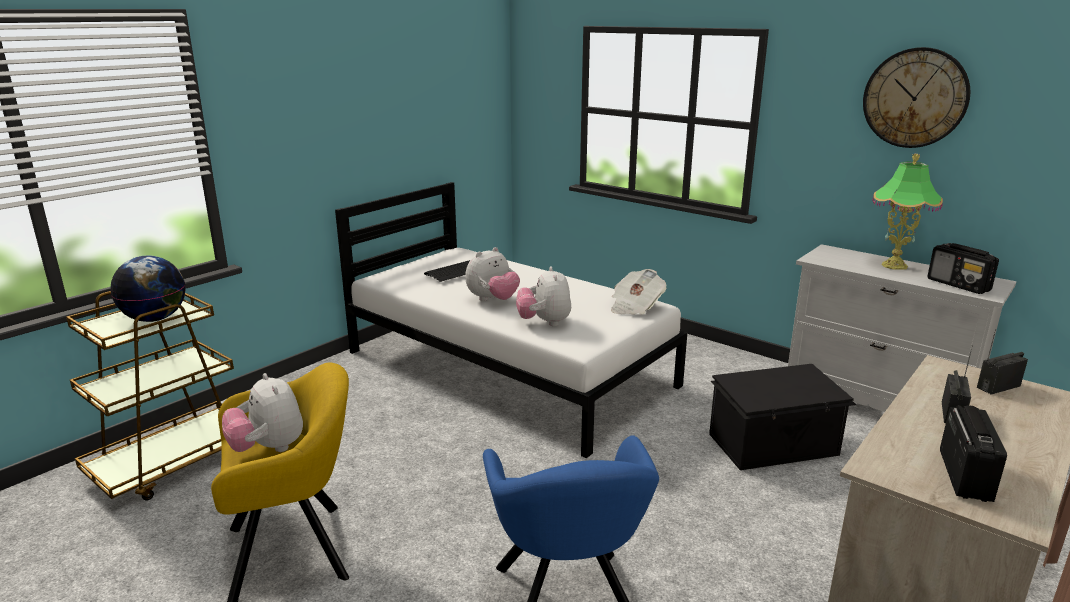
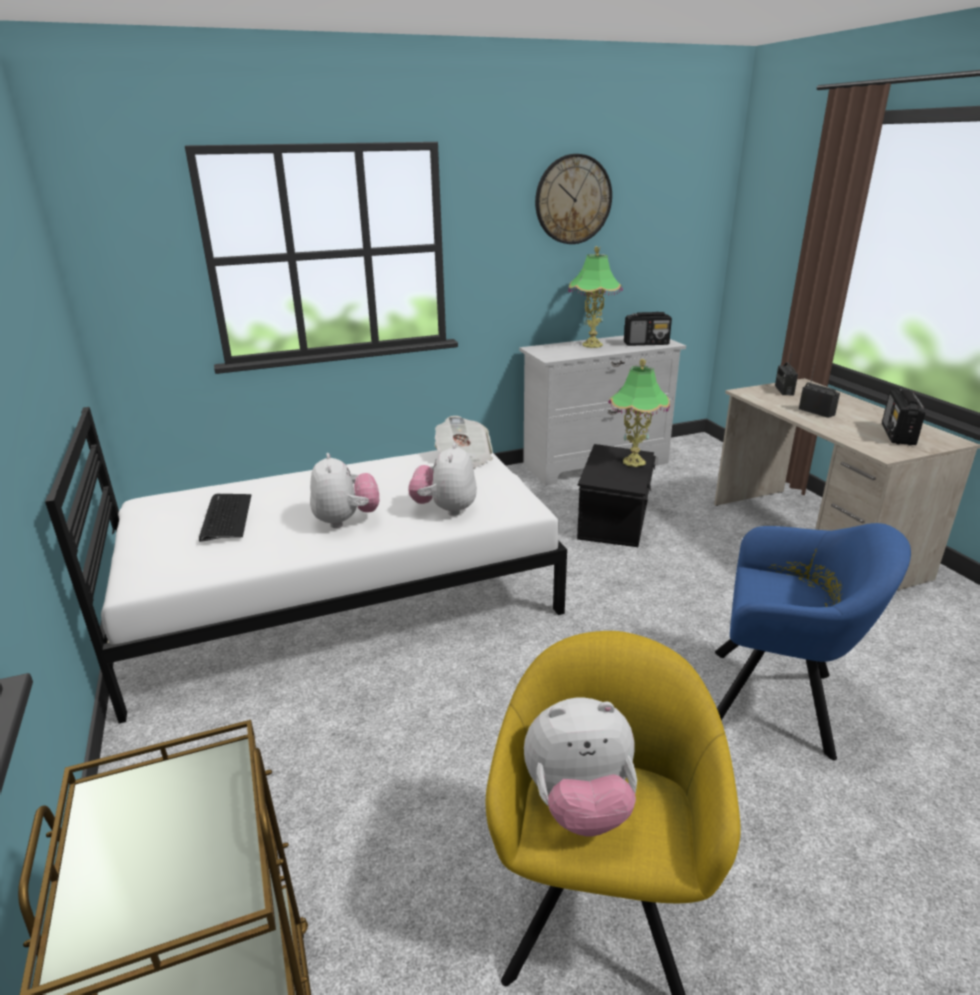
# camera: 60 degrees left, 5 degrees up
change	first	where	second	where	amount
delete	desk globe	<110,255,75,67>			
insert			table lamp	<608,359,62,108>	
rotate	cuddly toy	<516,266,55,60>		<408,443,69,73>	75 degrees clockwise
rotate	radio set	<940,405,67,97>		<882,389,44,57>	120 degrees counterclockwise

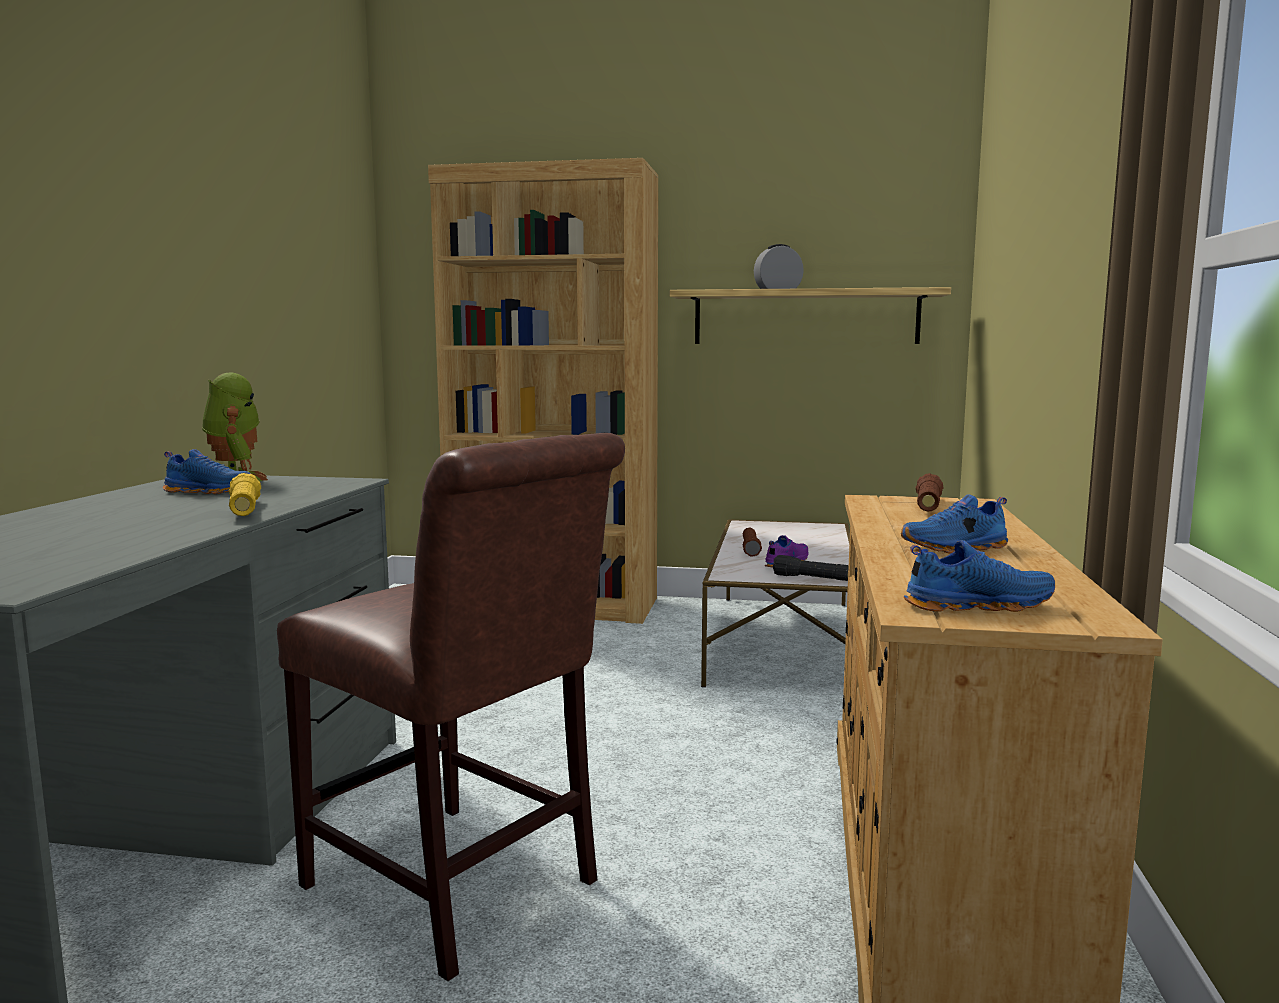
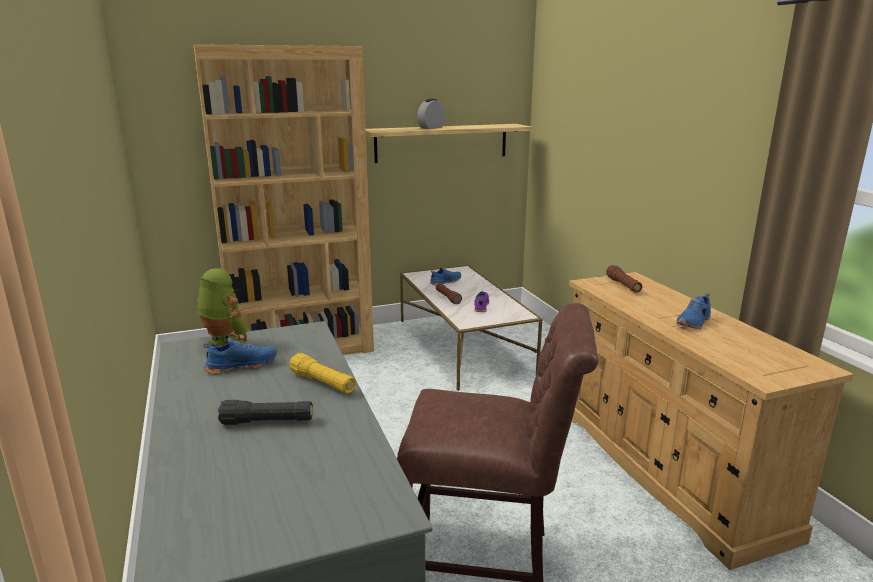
# camera: 30 degrees left, 10 degrees up
change	first	where	second	where	amount
move	torch (black-coloured)	<773,555,76,26>		<218,400,95,25>	
move	shoe (blue-coloured)	<904,540,151,72>		<430,268,31,17>	

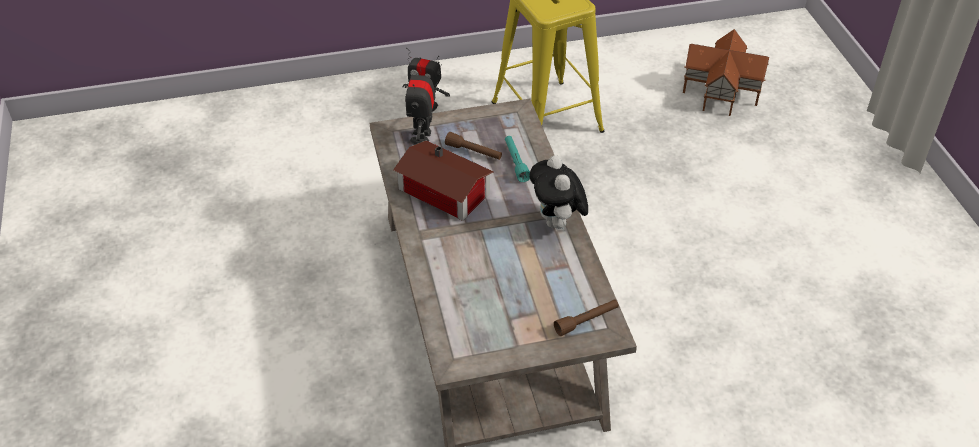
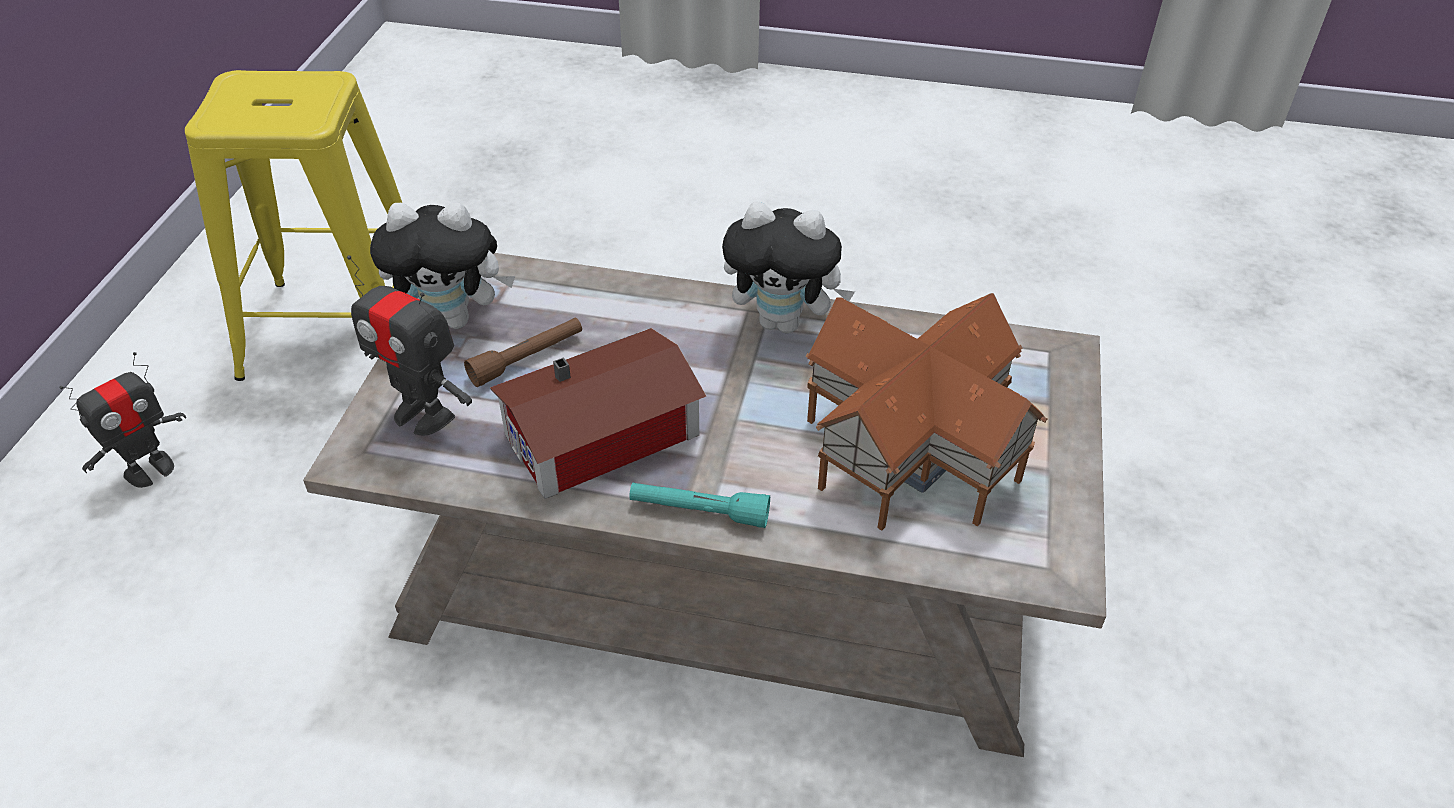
# camera: 65 degrees left, 0 degrees up
change	first	where	second	where	amount
delete	torch (brown)	<554,299,65,37>			
insert			cuddly toy	<370,202,145,127>	
move	torch (blue-green)	<505,136,25,46>		<629,483,141,45>	
move	miniature house	<683,29,86,87>		<805,293,242,238>	

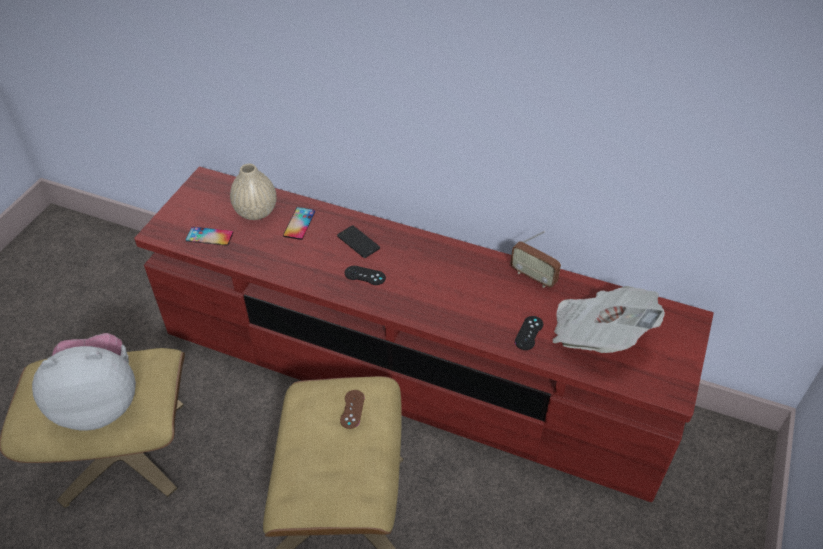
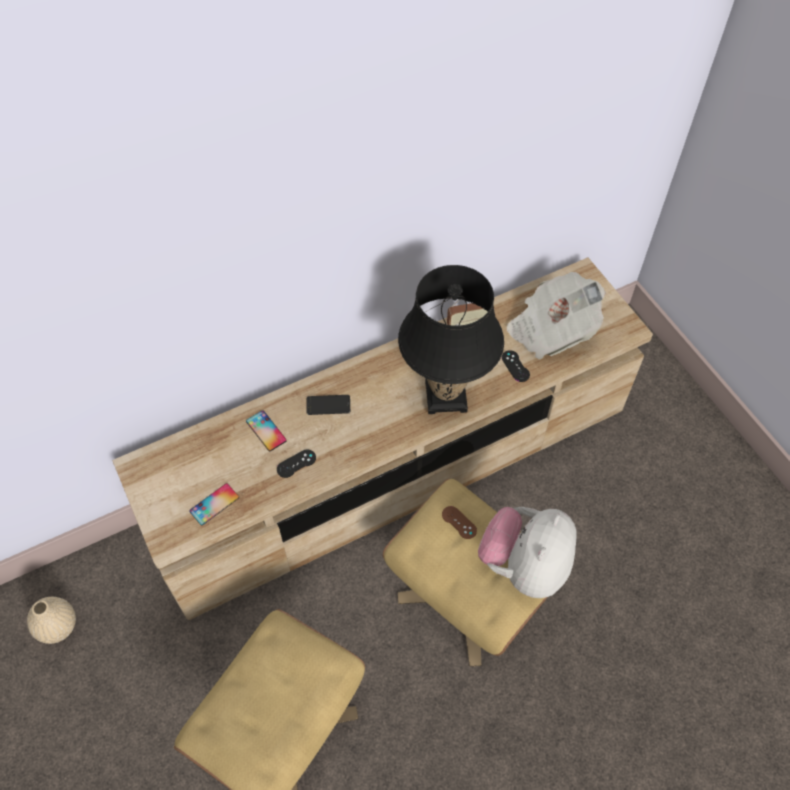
# camera: 50 degrees left, 10 degrees up
change	first	where	second	where	amount
insert			table lamp (black-coloured)	<398,265,106,149>	
move	cuddly toy	<32,333,104,98>		<478,507,98,91>	
move	flower vase (beige)	<230,164,46,56>		<27,597,49,47>	
move	game controller (black-coloured)	<345,266,41,19>		<277,450,39,28>	
recolor	tv stand (reddish)	<134,166,580,336>	tv stand (beige)	<112,257,541,363>	

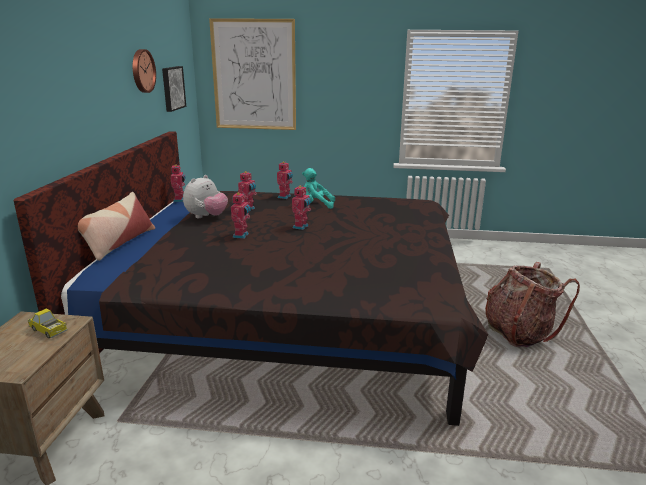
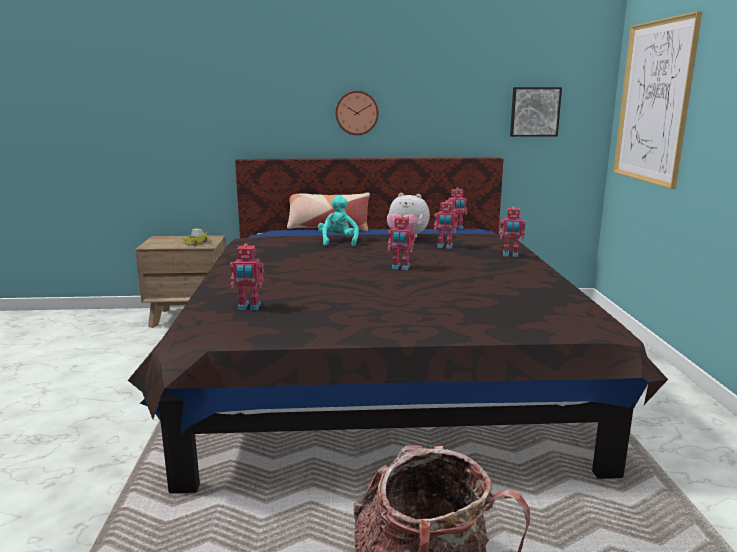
# camera: 80 degrees right, 5 degrees down
change	first	where	second	where	amount
move	hanging clock	<133,49,23,44>		<335,91,44,44>	
move	model robot	<231,192,19,47>		<230,244,35,66>	
move	cuddly toy (blue-green)	<302,168,33,41>		<318,196,41,51>	

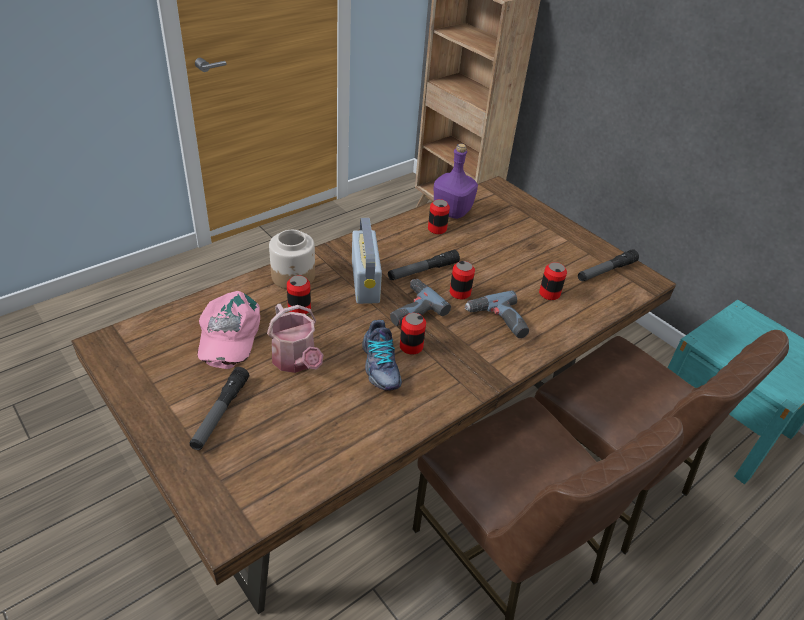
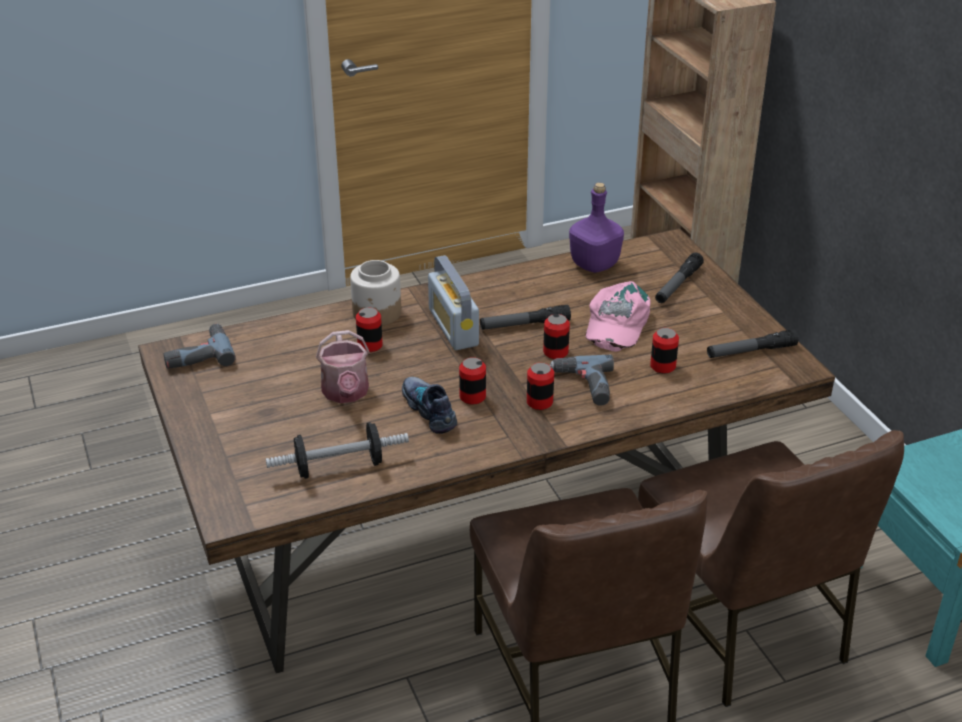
# camera: 20 degrees right, 5 degrees down
change	first	where	second	where	amount
insert			dumbbell	<266,422,143,57>	
move	torch	<189,367,60,83>		<655,252,49,51>	
move	cap (pink-coloured)	<197,291,63,78>		<585,281,66,70>	
move	drill	<390,279,61,47>		<163,324,73,45>	
move	can	<428,199,22,35>		<527,363,27,47>	
rotate	radio set	<352,218,30,86>		<428,255,51,95>	150 degrees clockwise
rotate	shoe	<362,320,40,71>		<402,377,55,57>	150 degrees clockwise

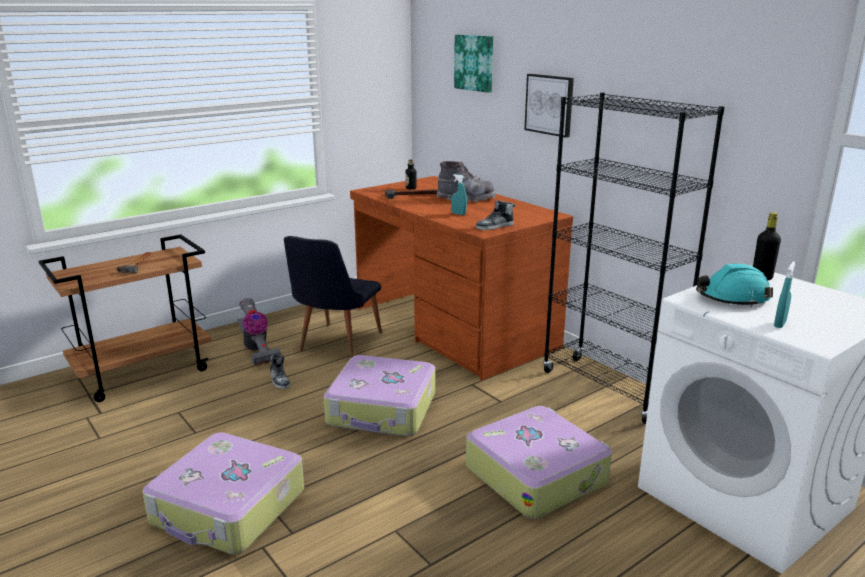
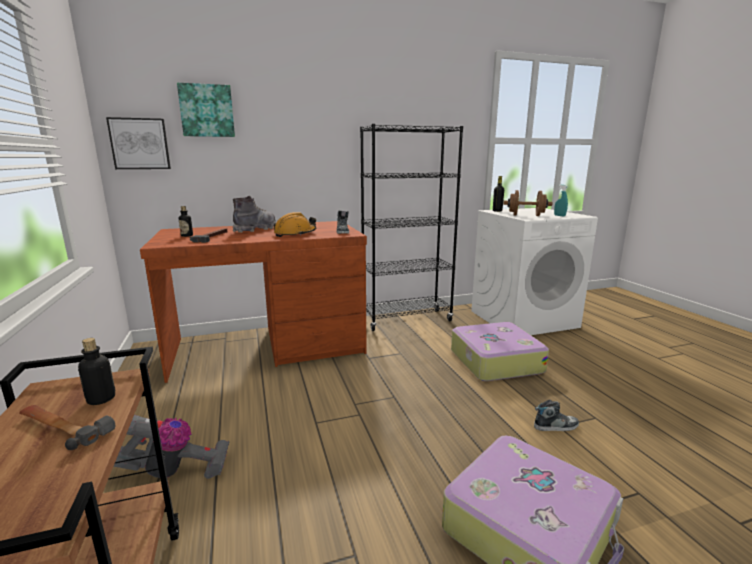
# camera: 70 degrees left, 5 degrees down
change	first	where	second	where	amount
delete	chair (black-coloured)	<284,236,98,122>			
delete	suitcase	<324,355,111,81>			
insert			beverage bottle	<78,338,38,67>	
move	shoe	<270,354,20,35>		<534,400,45,31>	
move	wall picture	<524,74,50,64>		<106,117,65,52>	
replace	sprayer (blue-green)	<451,174,16,41>	hard hat (orangey)	<274,212,42,25>	
replace	hard hat (blue-green)	<696,264,77,43>	dumbbell (brown)	<503,190,50,26>	

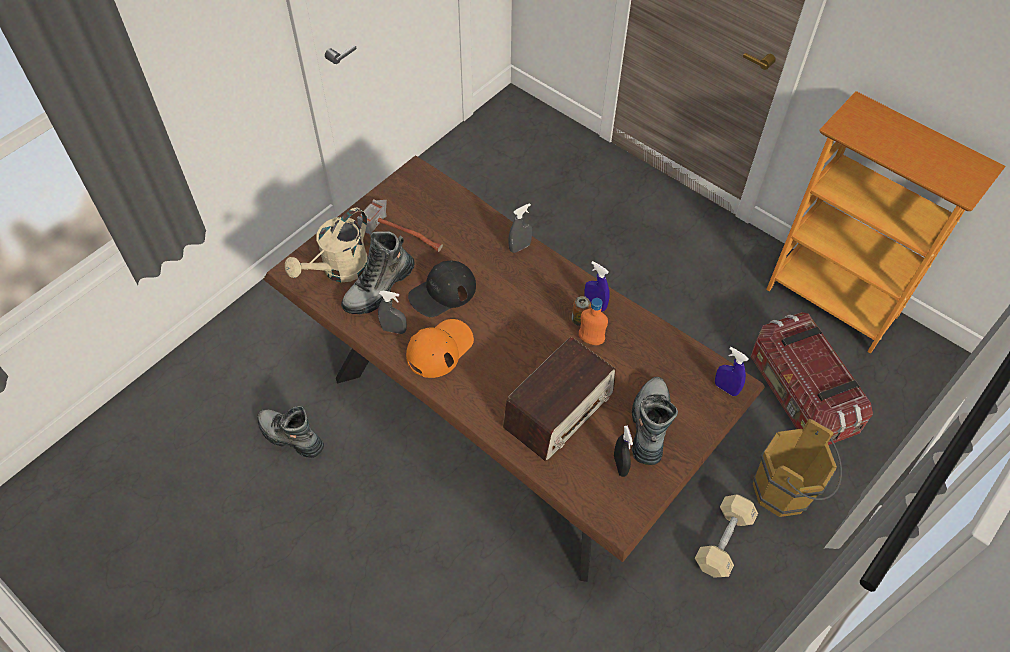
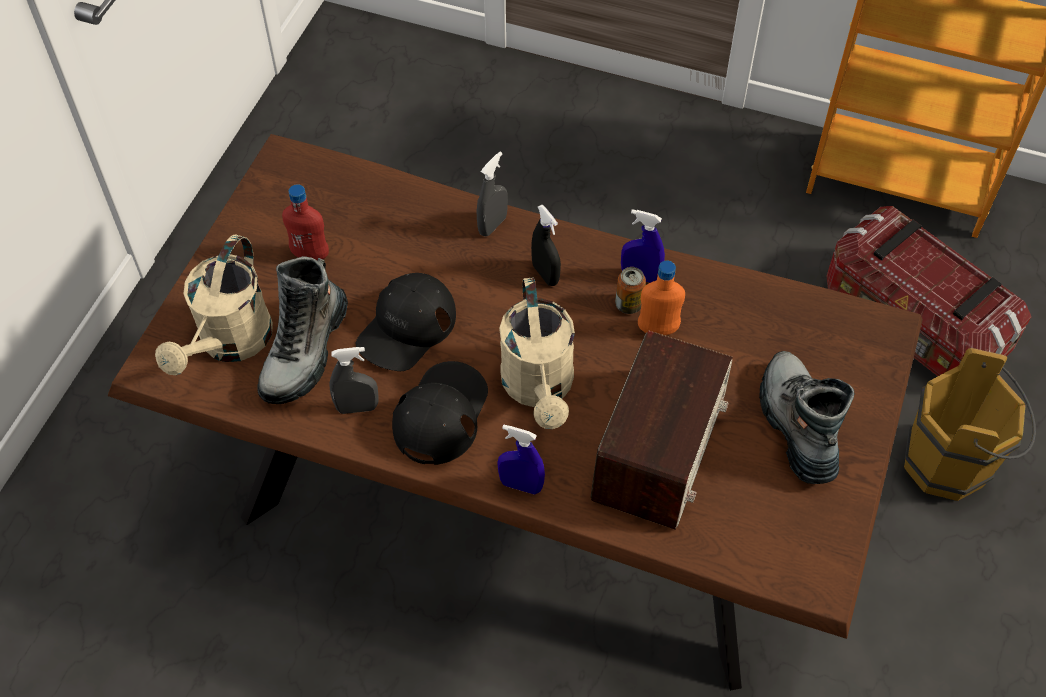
# camera: 20 degrees left, 0 degrees up
change	first	where	second	where	amount
delete	tall boot	<257,406,67,52>			
delete	dumbbell (beige)	<695,494,63,83>			
insert			watering can (beige)	<499,277,76,152>	
move	sprayer (black-coloured)	<614,425,19,52>		<531,205,30,81>	
move	sprayer (blue-coloured)	<715,347,34,49>		<497,425,48,69>	
replace	tool hammer	<357,199,86,53>	beverage bottle (reddish)	<282,184,47,77>	
recolor	cap (orangey)	<406,319,68,59>	cap (black-coloured)	<392,361,96,104>	

